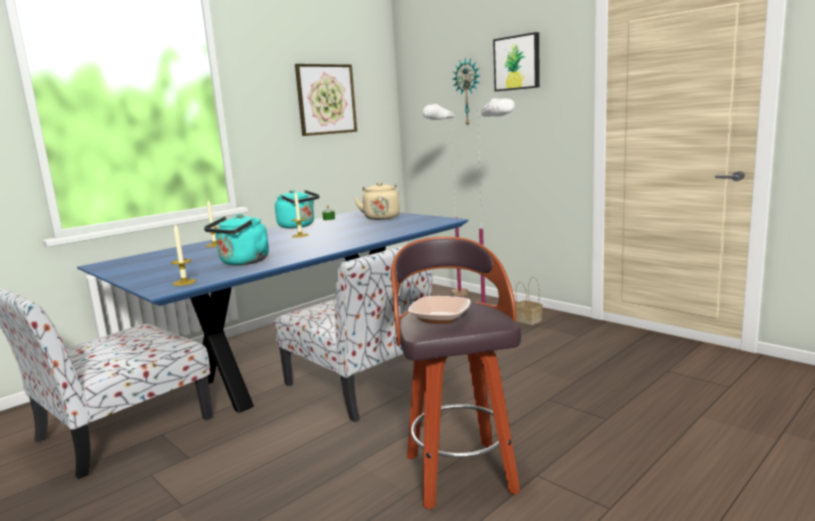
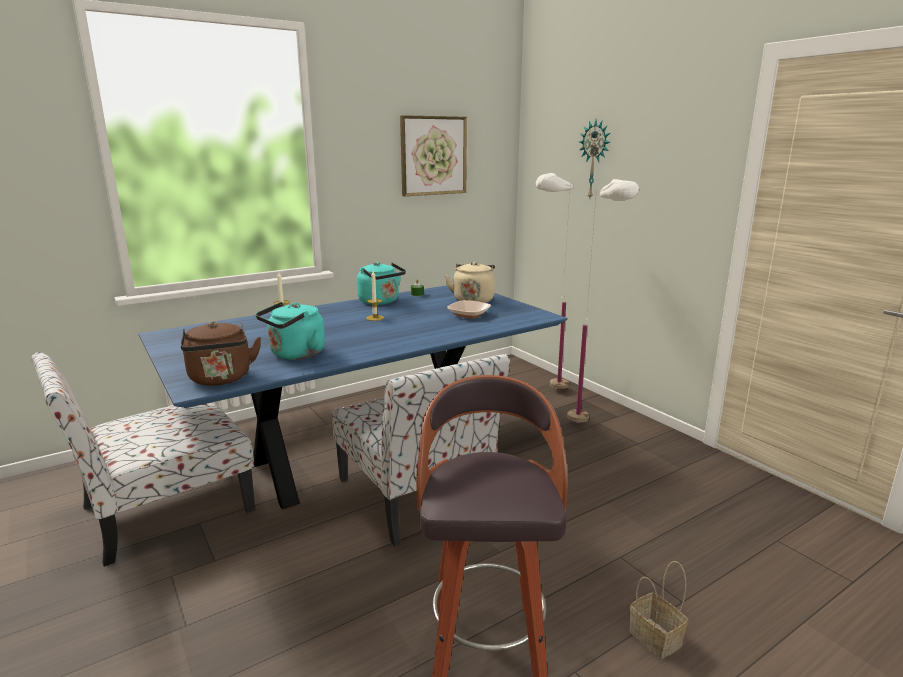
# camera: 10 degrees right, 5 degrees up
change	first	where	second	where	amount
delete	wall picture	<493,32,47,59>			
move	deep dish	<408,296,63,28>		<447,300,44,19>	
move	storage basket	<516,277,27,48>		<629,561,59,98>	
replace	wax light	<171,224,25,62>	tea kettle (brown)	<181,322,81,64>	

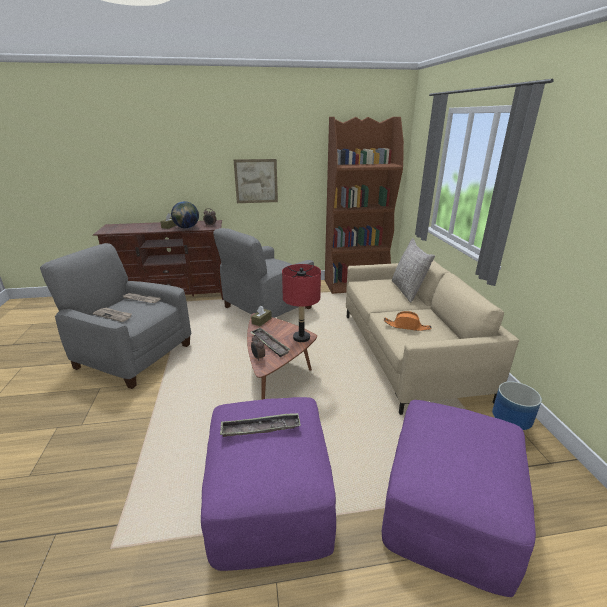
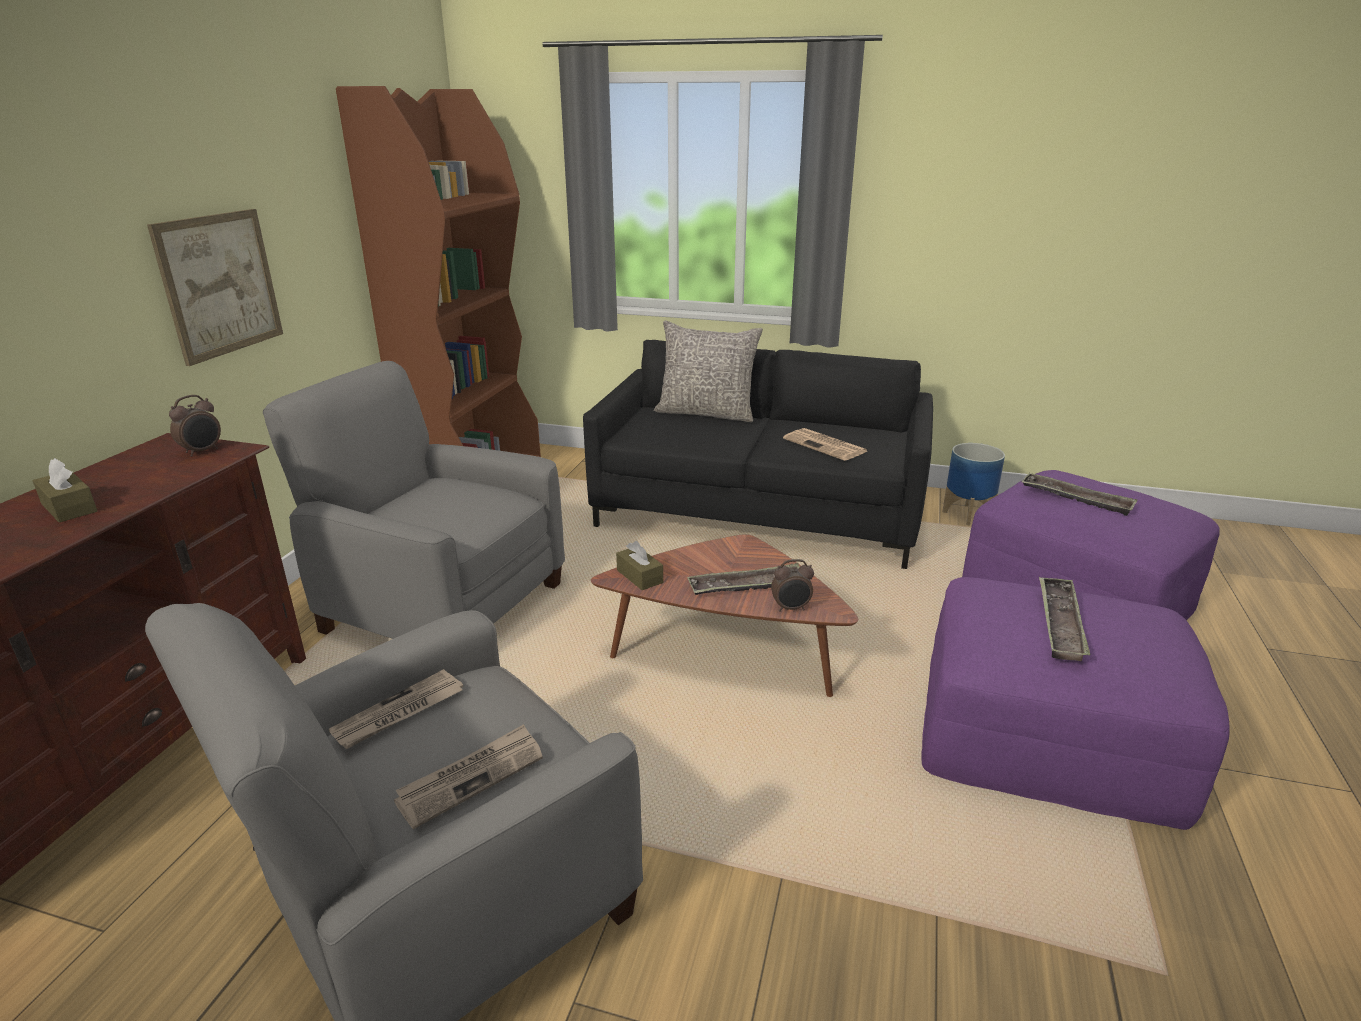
# camera: 65 degrees left, 0 degrees up
change	first	where	second	where	amount
delete	desk globe	<171,201,28,28>			
delete	table lamp (reddish)	<282,264,39,78>			
insert			tray	<1021,472,117,44>	
replace	wearable hat (orangey)	<384,311,47,20>	daily paper	<783,428,84,33>	
recolor	settee (beige)	<346,260,173,155>	settee (black-coloured)	<583,340,350,229>	
rotate	lounge chair (grey)	<213,228,101,90>		<263,361,302,278>	135 degrees clockwise

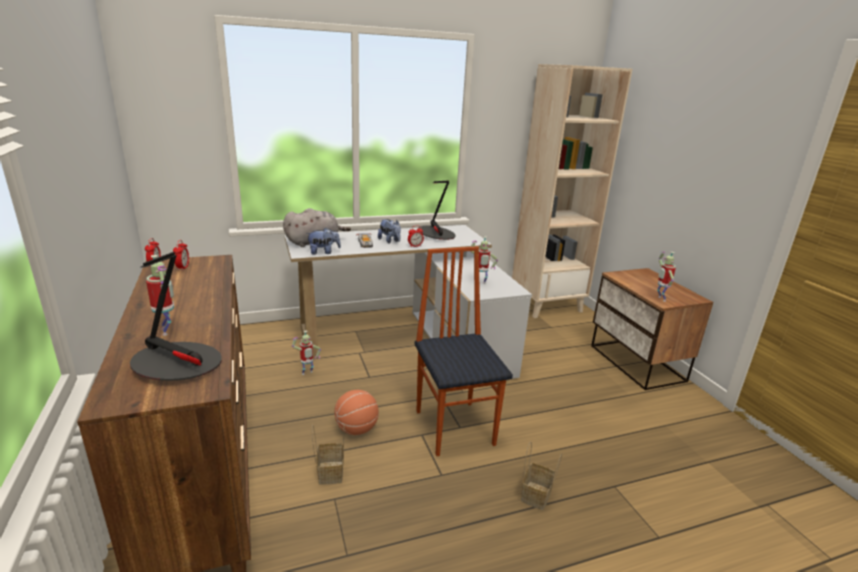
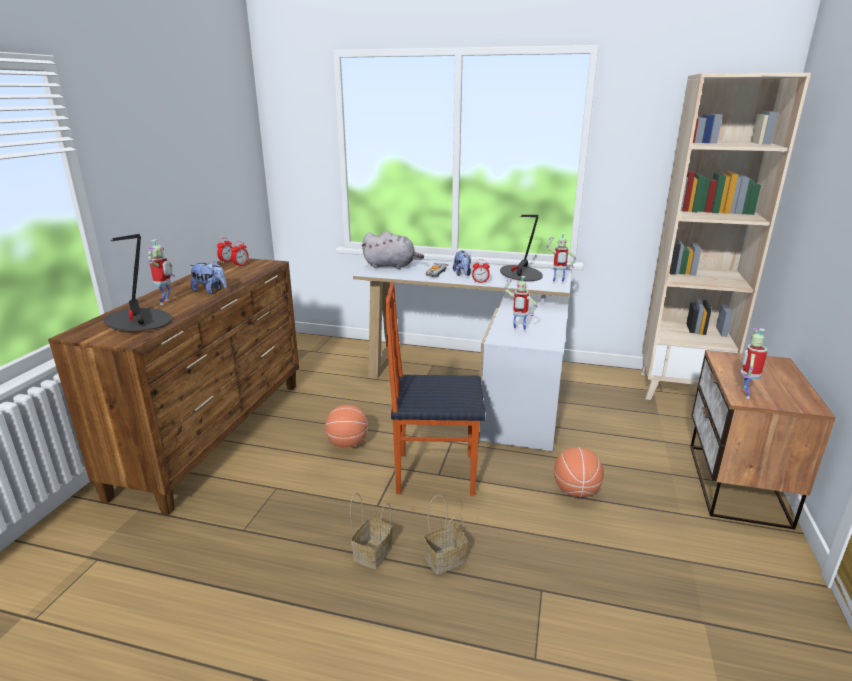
# camera: 35 degrees right, 0 degrees up
change	first	where	second	where	amount
insert			basketball ball	<554,447,50,50>	
move	model robot	<292,330,29,45>		<546,233,30,51>	
move	cuddly toy	<306,227,35,28>		<190,261,37,33>	
move	storage basket	<312,425,32,59>		<350,493,43,76>	
rotate	chair	<415,246,98,210>		<385,282,101,214>	105 degrees counterclockwise

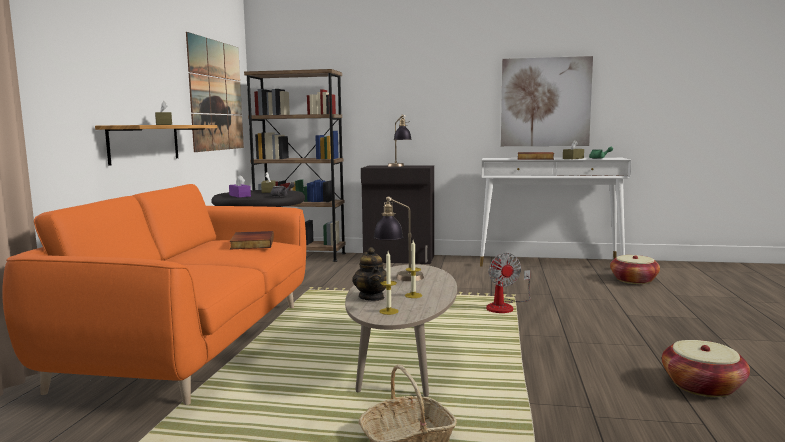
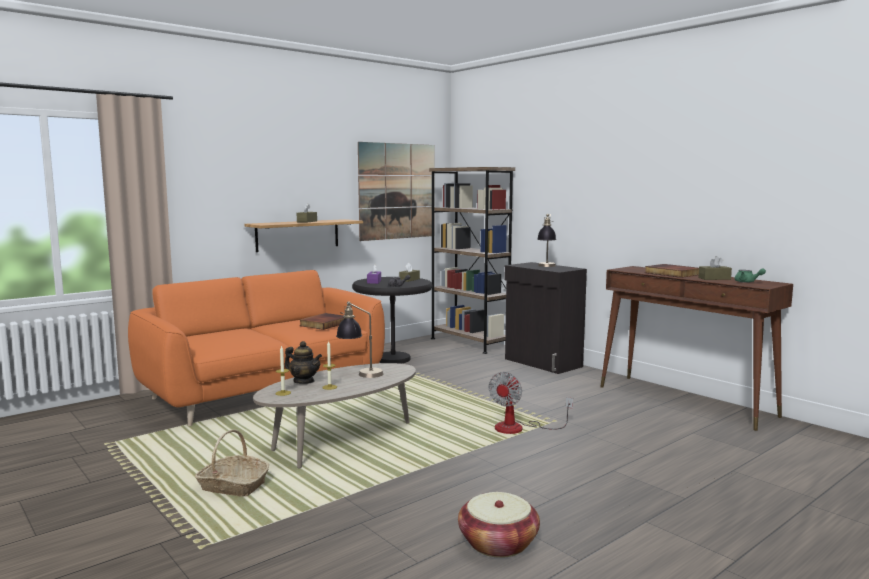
# camera: 40 degrees right, 0 degrees up
change	first	where	second	where	amount
delete	wall picture	<501,56,92,90>			
delete	storage basket	<610,255,50,29>			
recolor	console table (white)	<480,158,151,108>	console table (brown)	<600,266,193,165>	
rotate	teapot	<352,247,35,54>		<285,341,37,43>	90 degrees counterclockwise

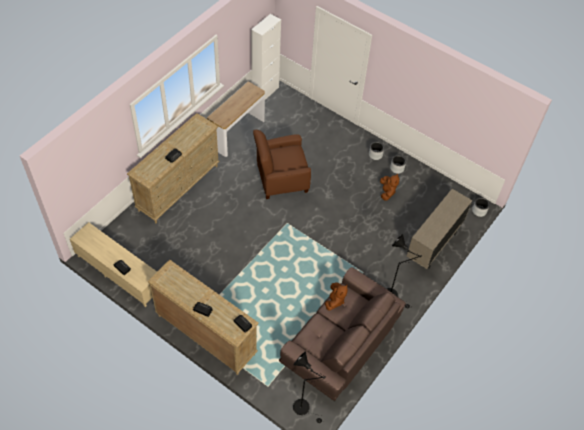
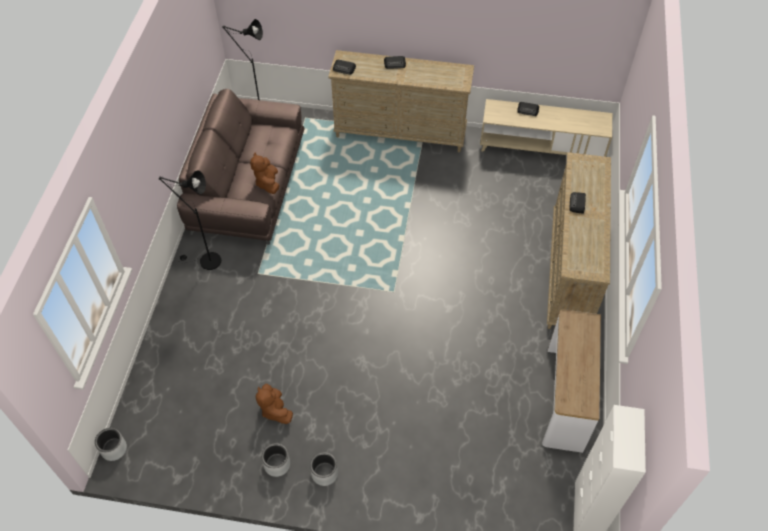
# camera: 155 degrees right, 0 degrees up
change	first	where	second	where	amount
delete	lounge chair (brown)	<253,130,58,69>			
delete	storage cabinet (beige)	<407,189,65,80>			

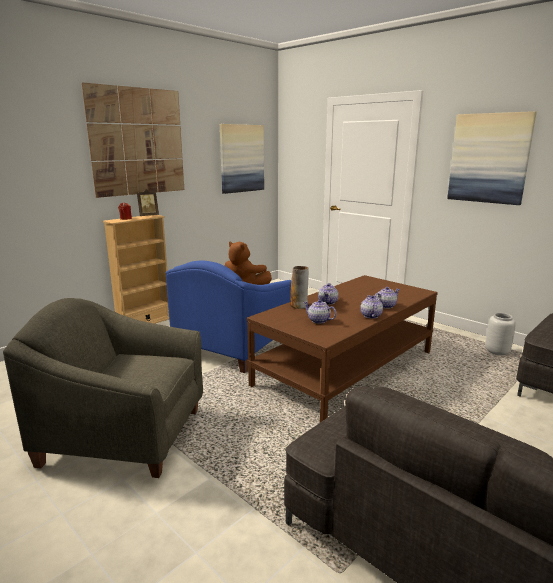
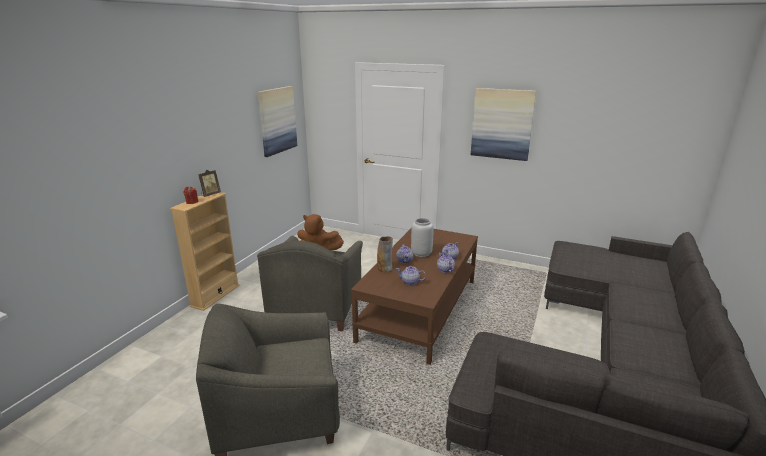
# camera: 20 degrees left, 5 degrees up
change	first	where	second	where	amount
delete	wall picture	<82,82,102,116>			
move	flower vase (grey)	<485,313,31,43>		<411,218,23,39>	
recolor	lounge chair (blue-coloured)	<166,261,125,112>	lounge chair (grey)	<257,236,106,95>	

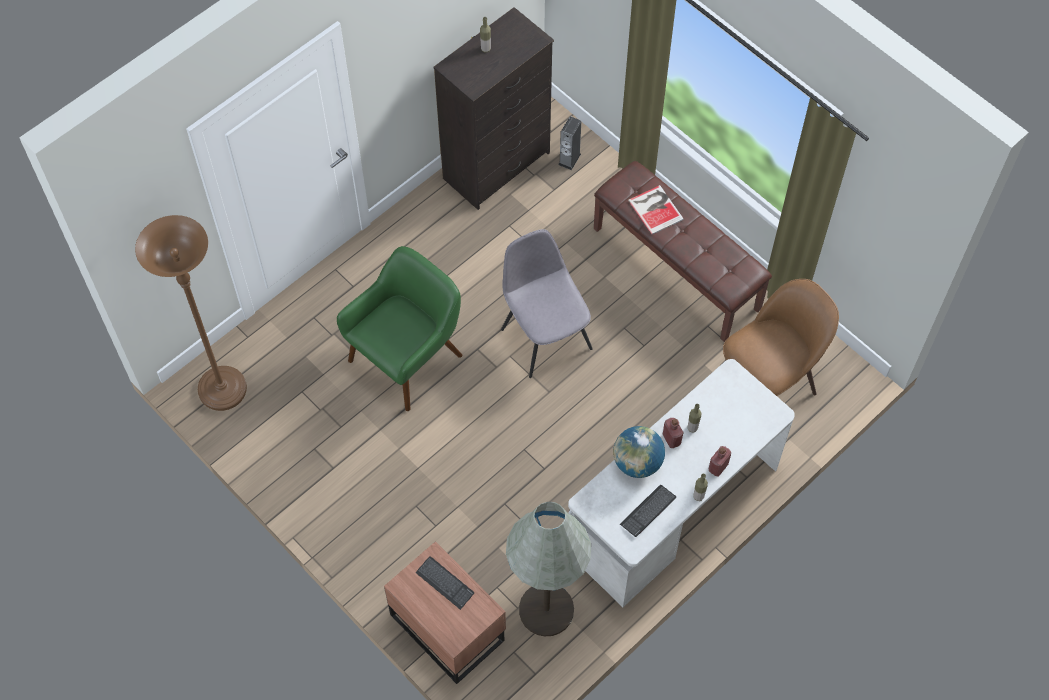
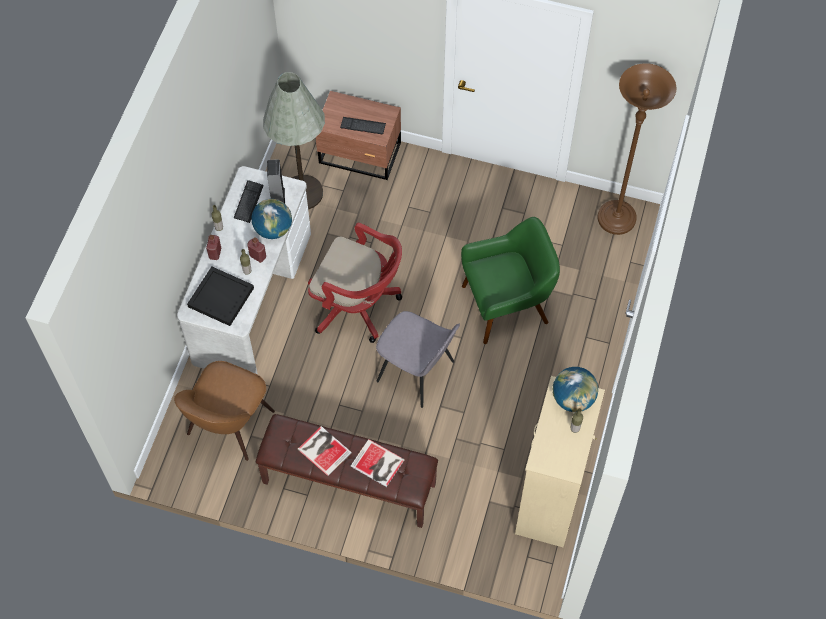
# camera: 150 degrees right, 0 degrees up
change	first	where	second	where	amount
insert			tray (black-coloured)	<187,266,67,60>	
insert			book	<297,426,55,50>	
insert			computer chair (reddish)	<308,223,94,120>	
insert			desk globe	<553,367,45,45>	
move	speaker	<558,116,23,54>		<267,159,18,44>	
recolor	drawer chest (black-coloured)	<433,7,121,203>	drawer chest (beige)	<515,376,90,171>	
rotate	lounge chair (greenish)	<337,246,125,165>		<461,217,99,127>	120 degrees counterclockwise

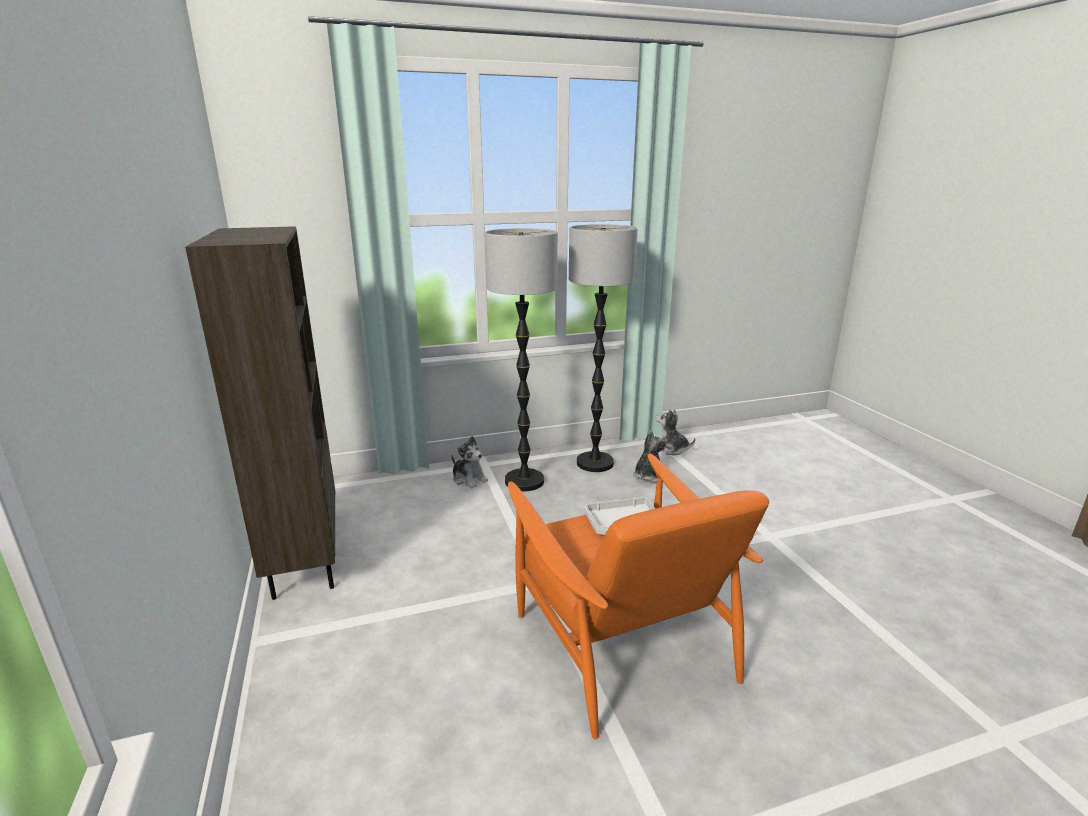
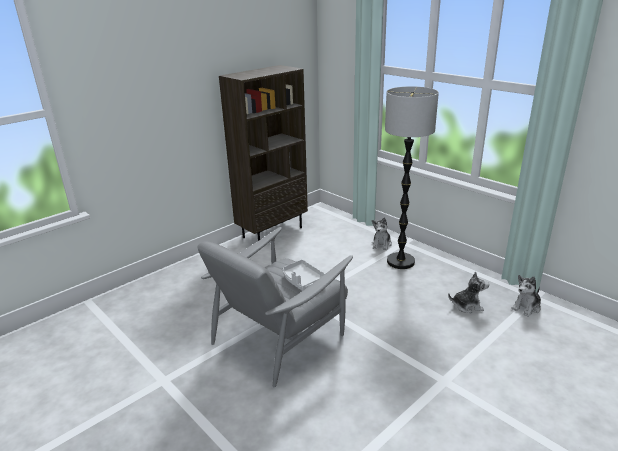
# camera: 65 degrees right, 5 degrees up
change	first	where	second	where	amount
delete	standard lamp	<569,224,69,248>			
recolor	lounge chair (orangey)	<508,454,261,285>	lounge chair (grey)	<197,227,156,160>	
rotate	cuddly toy	<656,409,40,46>		<511,275,30,42>	135 degrees counterclockwise

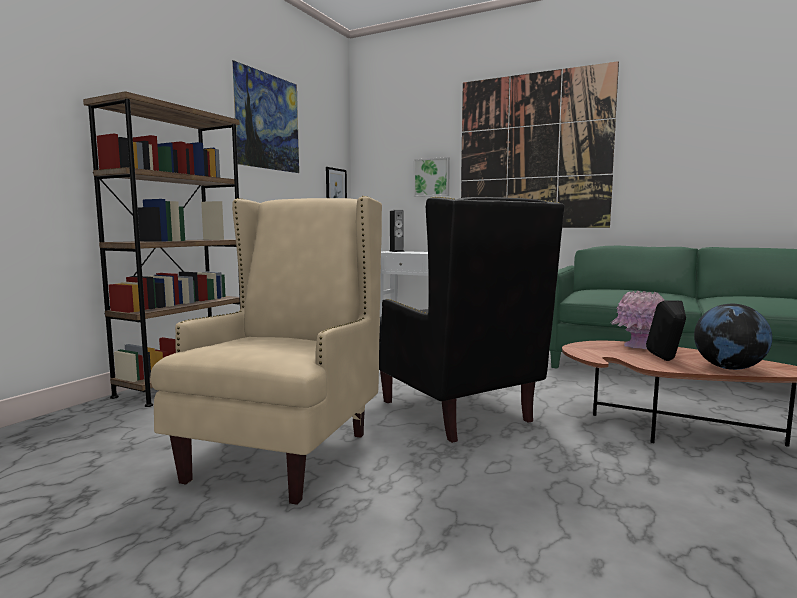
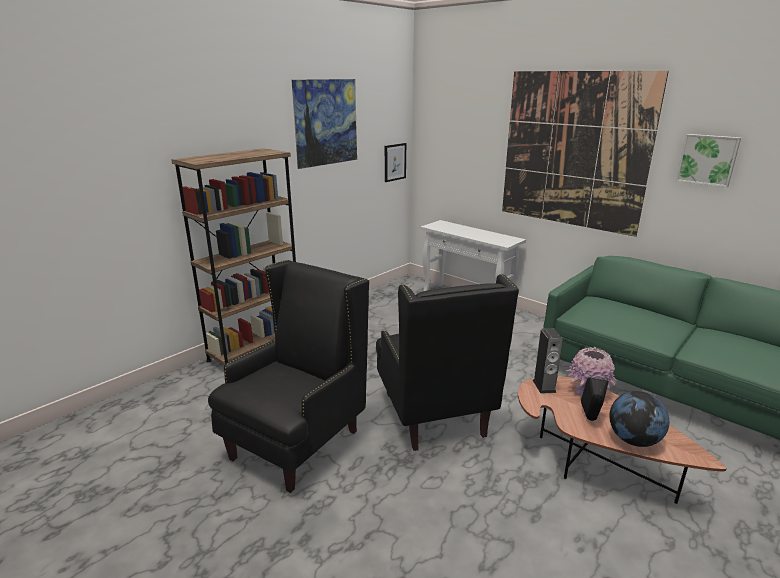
# camera: 15 degrees right, 15 degrees up
change	first	where	second	where	amount
move	speaker	<389,210,15,42>		<533,328,30,66>	
move	wall picture	<414,157,36,40>		<676,134,65,53>	
recolor	lounge chair (beige)	<150,196,232,309>	lounge chair (black-coloured)	<208,260,161,233>	

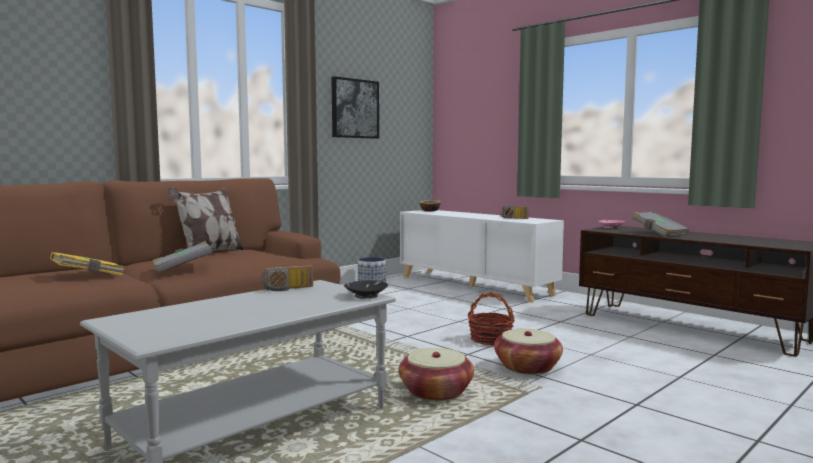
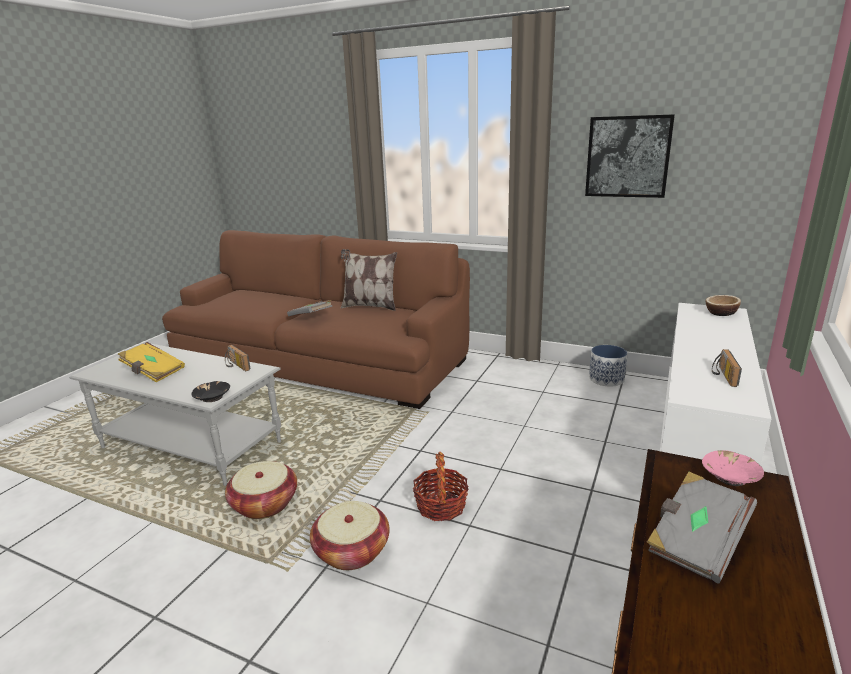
# camera: 70 degrees right, 15 degrees up
change	first	where	second	where	amount
move	book (yellow-coloured)	<50,252,76,24>		<118,342,67,40>	

